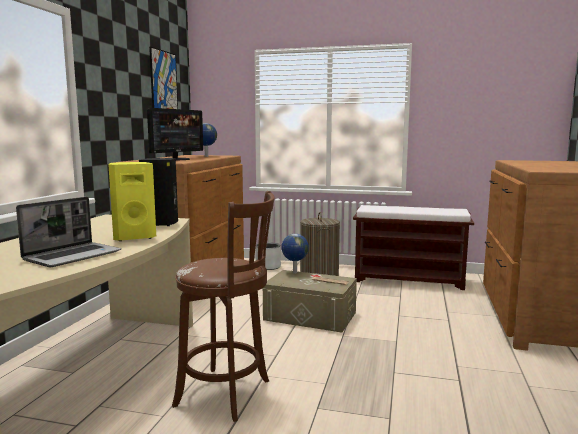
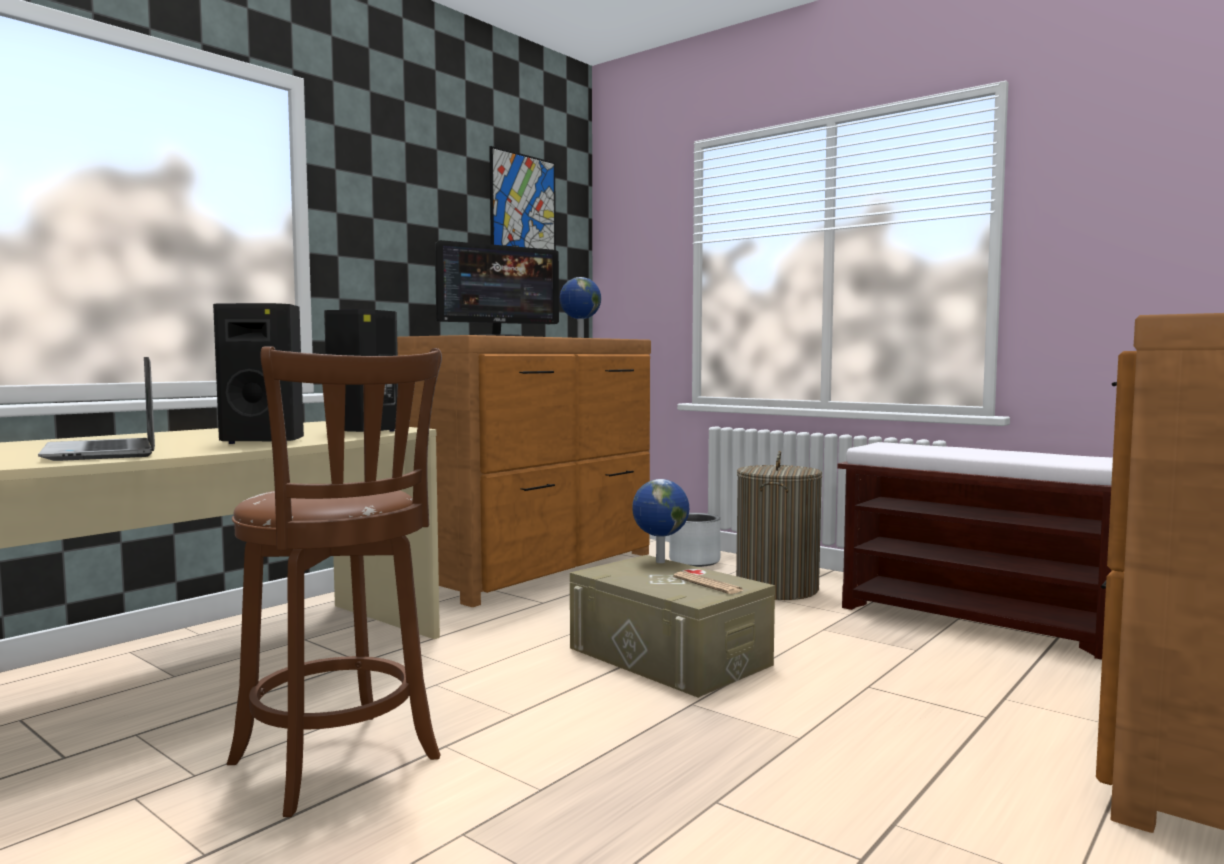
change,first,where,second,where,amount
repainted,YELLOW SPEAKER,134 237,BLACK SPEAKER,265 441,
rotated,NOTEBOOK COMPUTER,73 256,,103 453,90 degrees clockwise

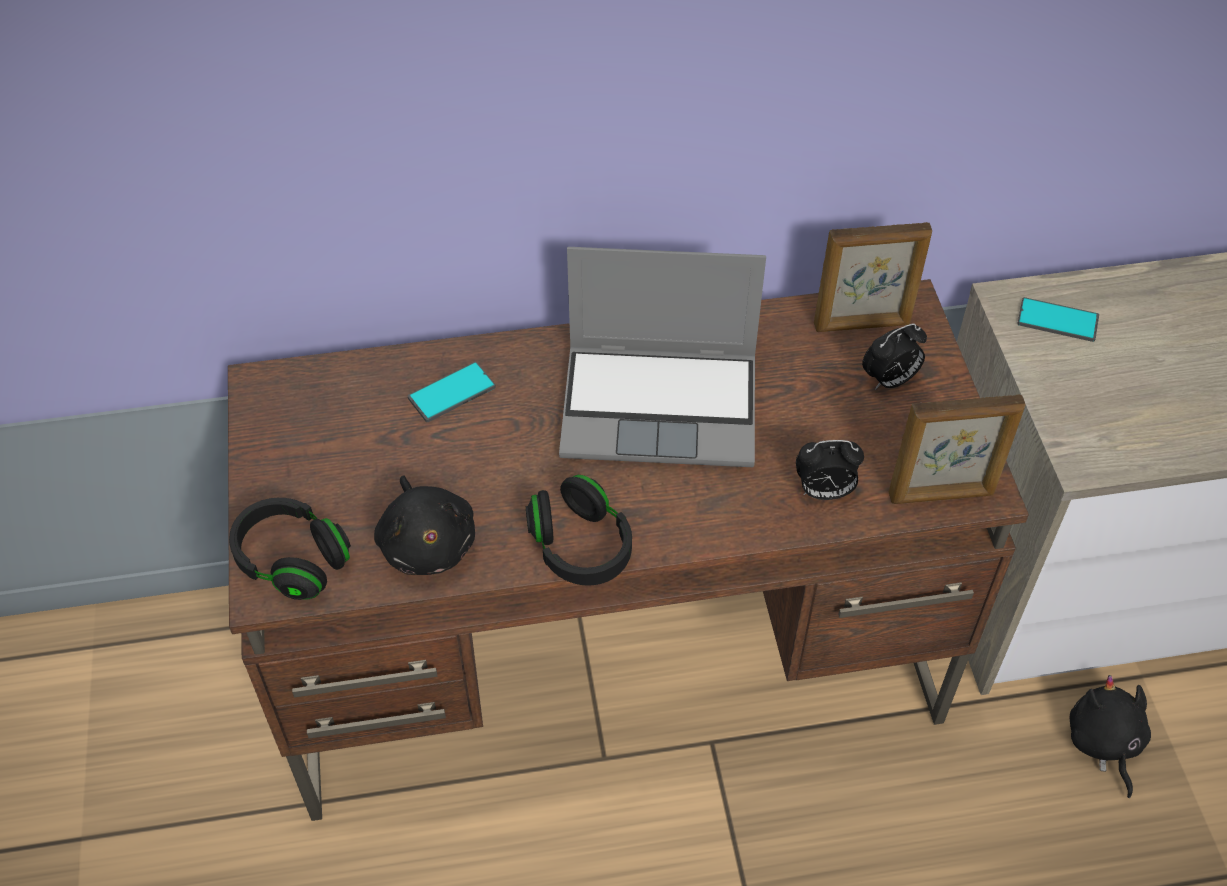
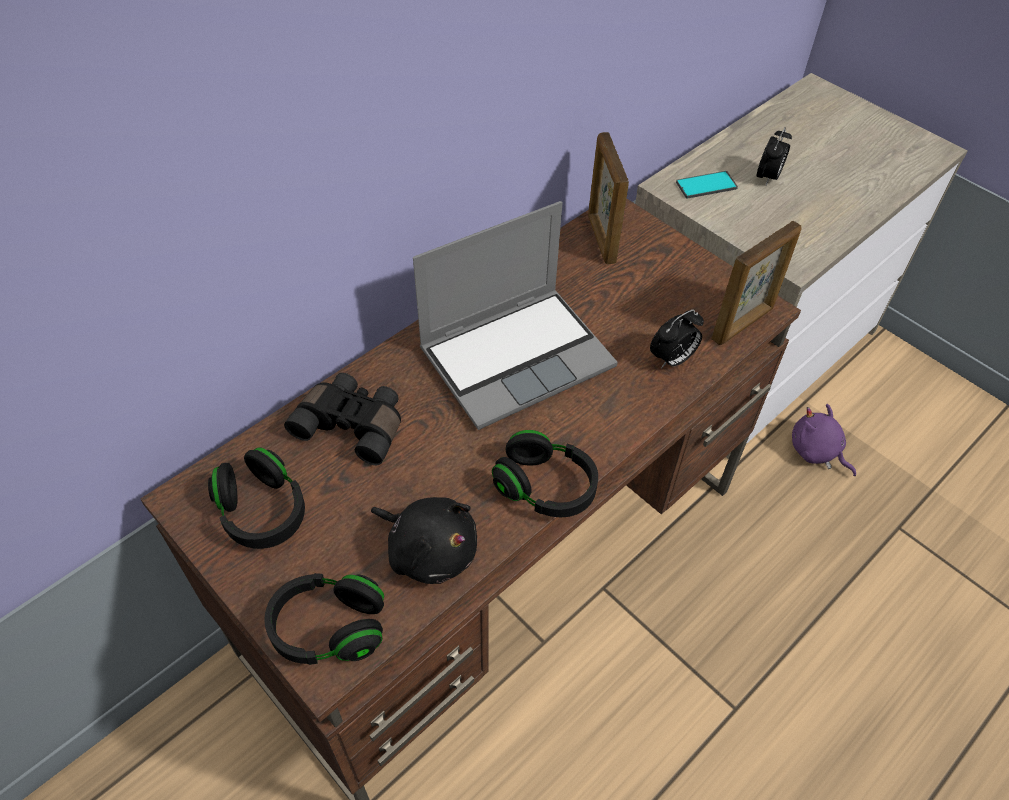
change,first,where,second,where,amount
new,,,BLACK PAIR OF HEADPHONES,262 511,
shifted,BEDSIDE CLOCK,889 380,,768 177,
swapped,TELEPHONE,452 393,BLACK PAIR OF BINOCULARS,353 425,
repainted,BLACK SOFT TOY,1103 742,PURPLE SOFT TOY,816 451,
rotated,PICTURE FRAME,862 325,,601 239,120 degrees clockwise

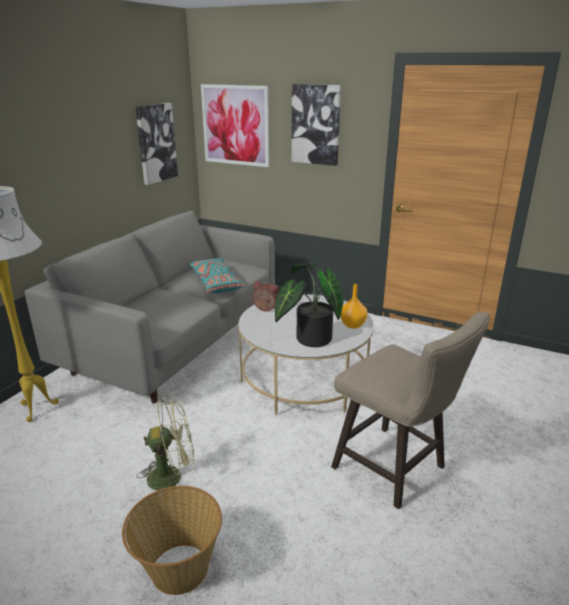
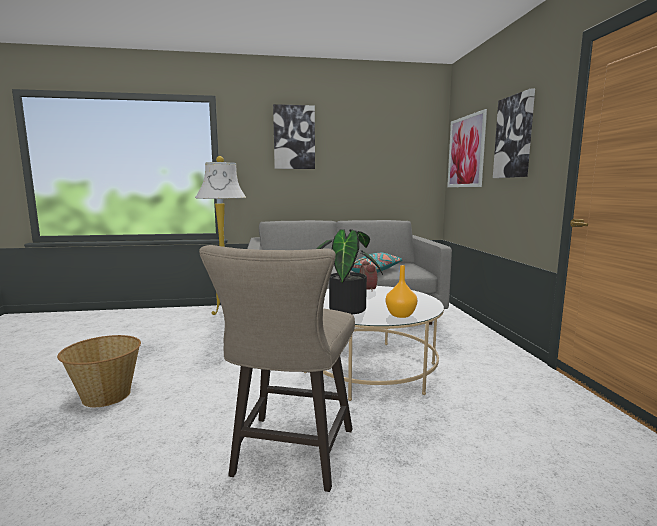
change,first,where,second,where,amount
gone,GREEN-COLOURED FAN,172 476,,,
shifted,WALL ART,156 143,,294 137,

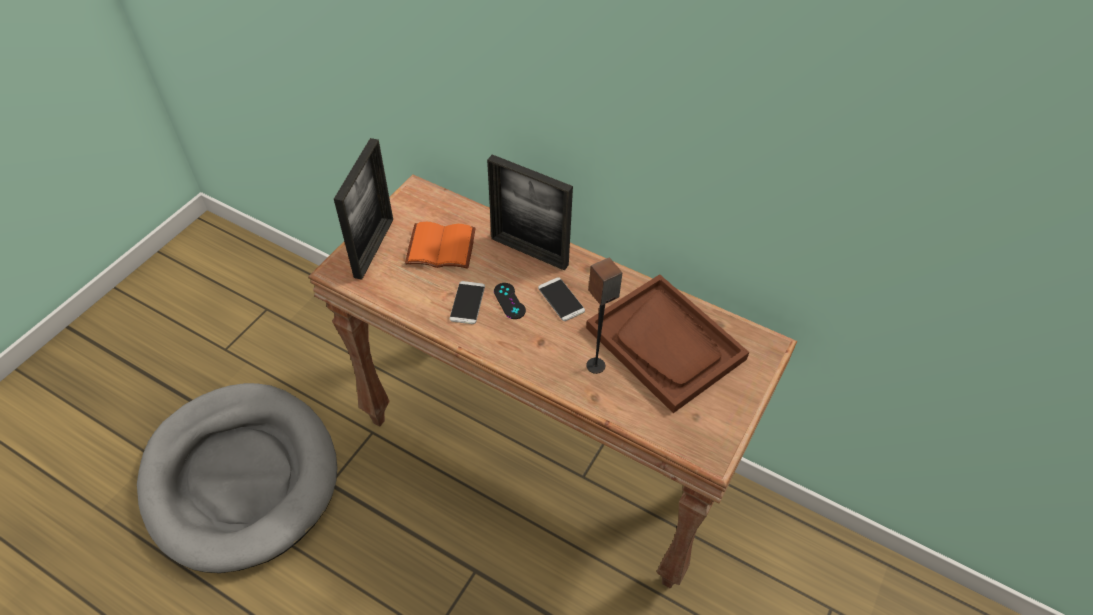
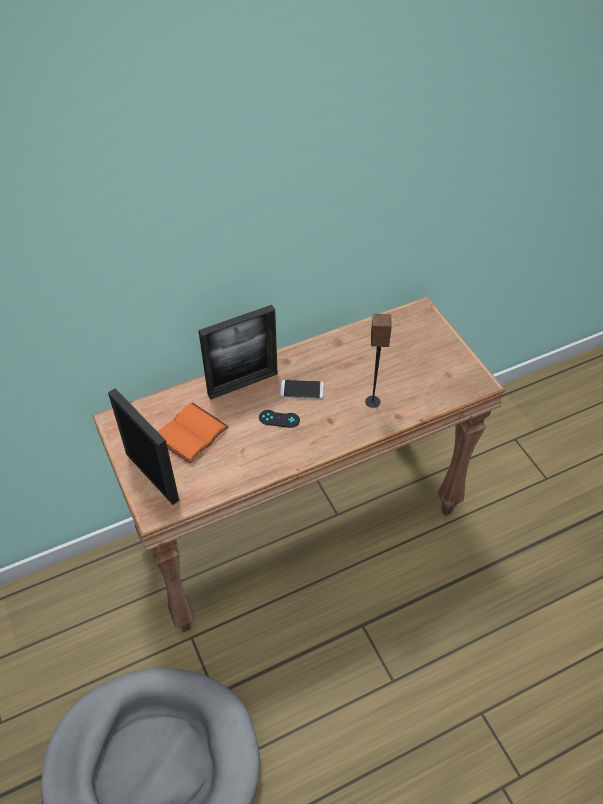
change,first,where,second,where,amount
gone,TELEPHONE,467 303,,,
gone,BROWN CARRYING TRAY,665 343,,,

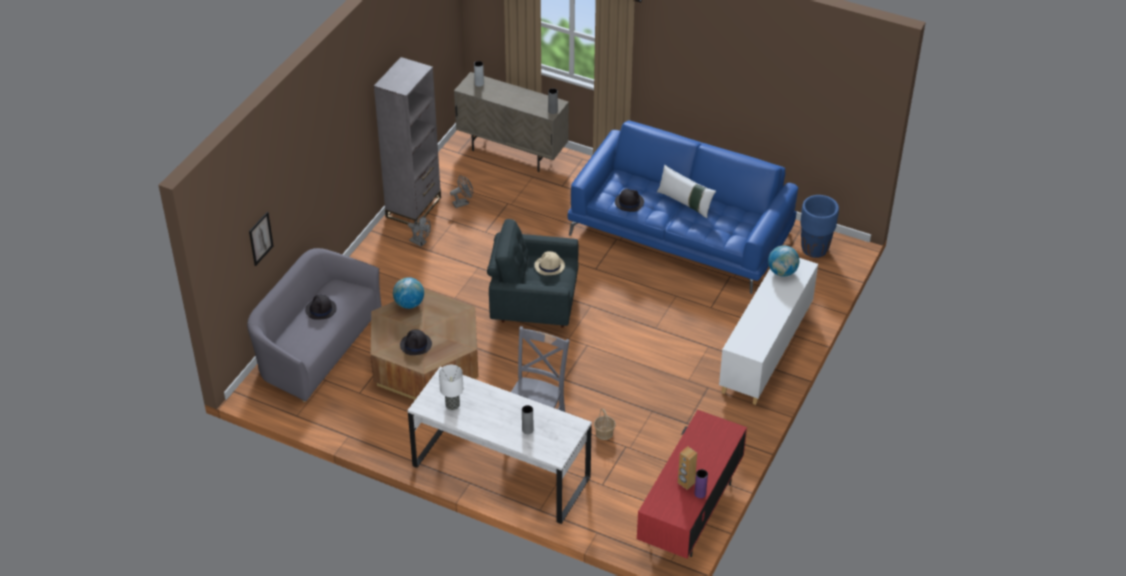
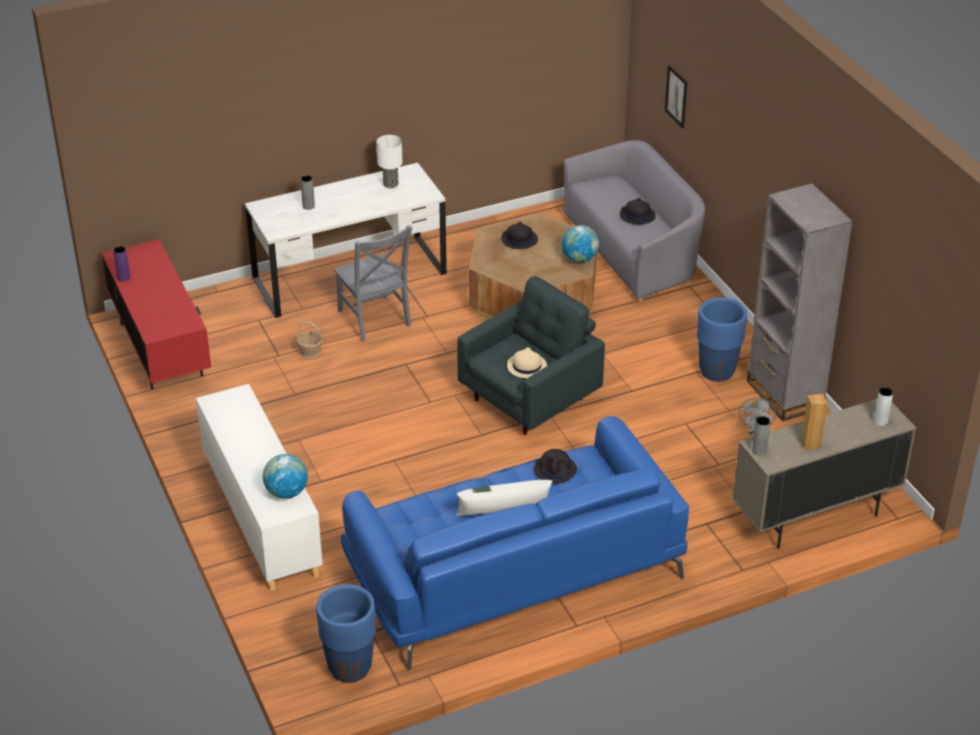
change,first,where,second,where,amount
shifted,BROWN SPEAKER,686 483,,810 444,
swapped,GREY FAN,420 242,BLUE-COLOURED PLANTER,717 371,

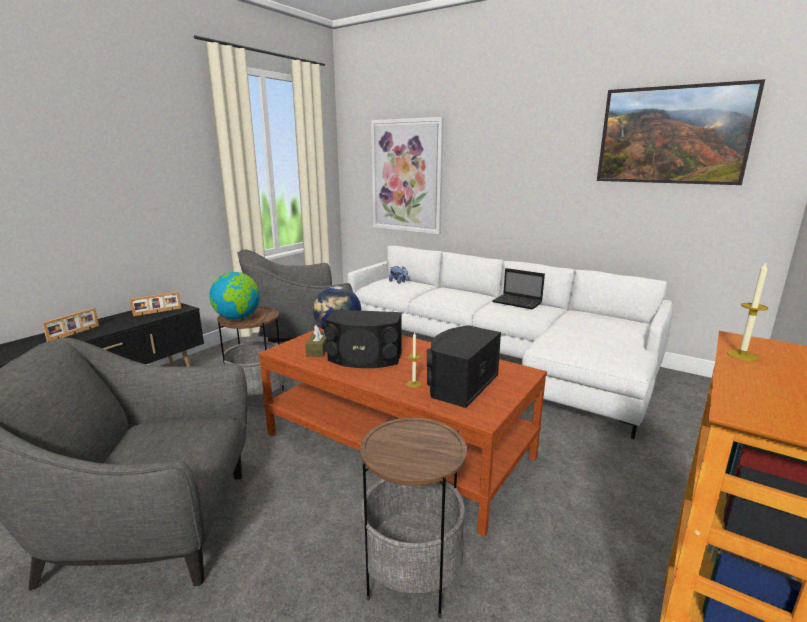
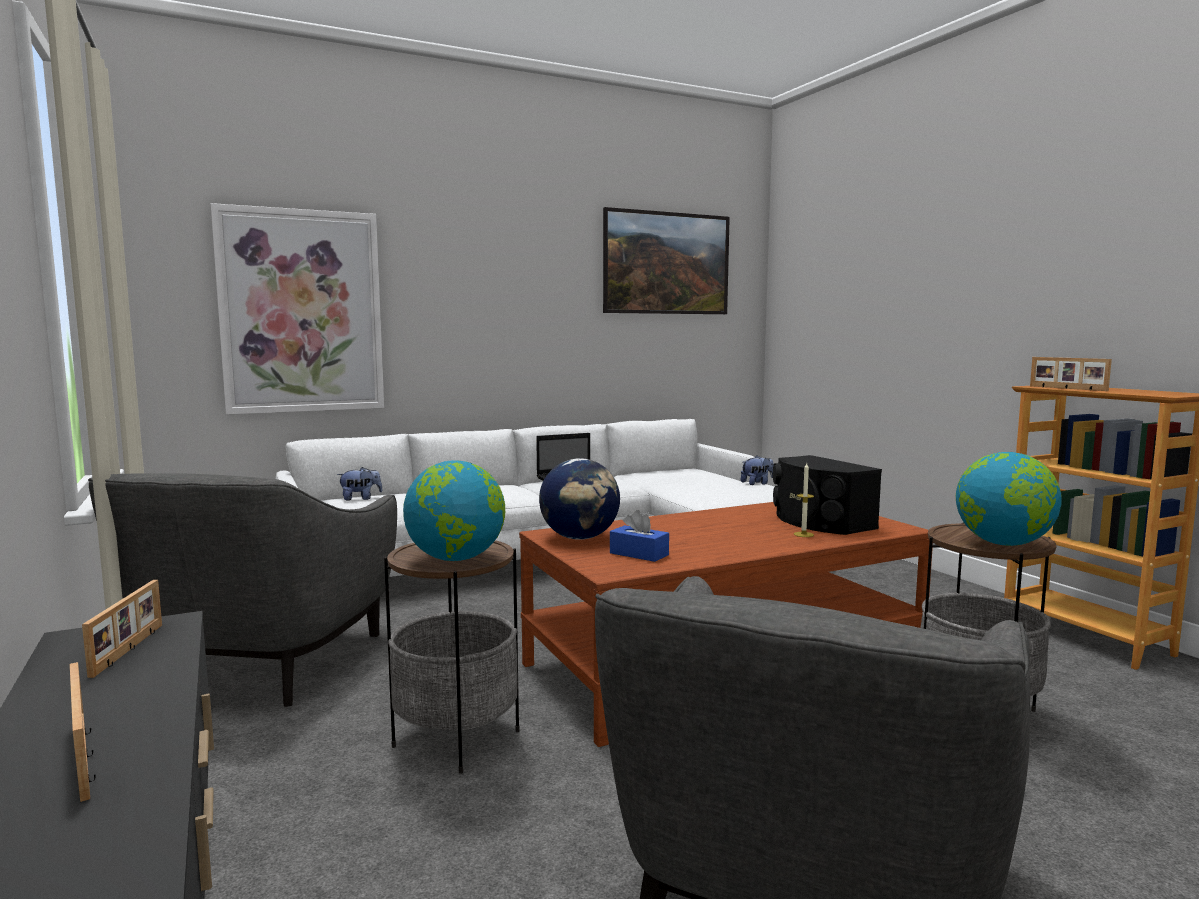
change,first,where,second,where,amount
gone,BLACK SPEAKER,364 358,,,
new,,,SOFT TOY,757 483,
new,,,DESK GLOBE,1003 544,
swapped,WAX CANDLE,742 355,PICTURE FRAME,1066 388,
repainted,BROWN BOX OF TISSUES,318 350,BLUE-COLOURED BOX OF TISSUES,639 554,

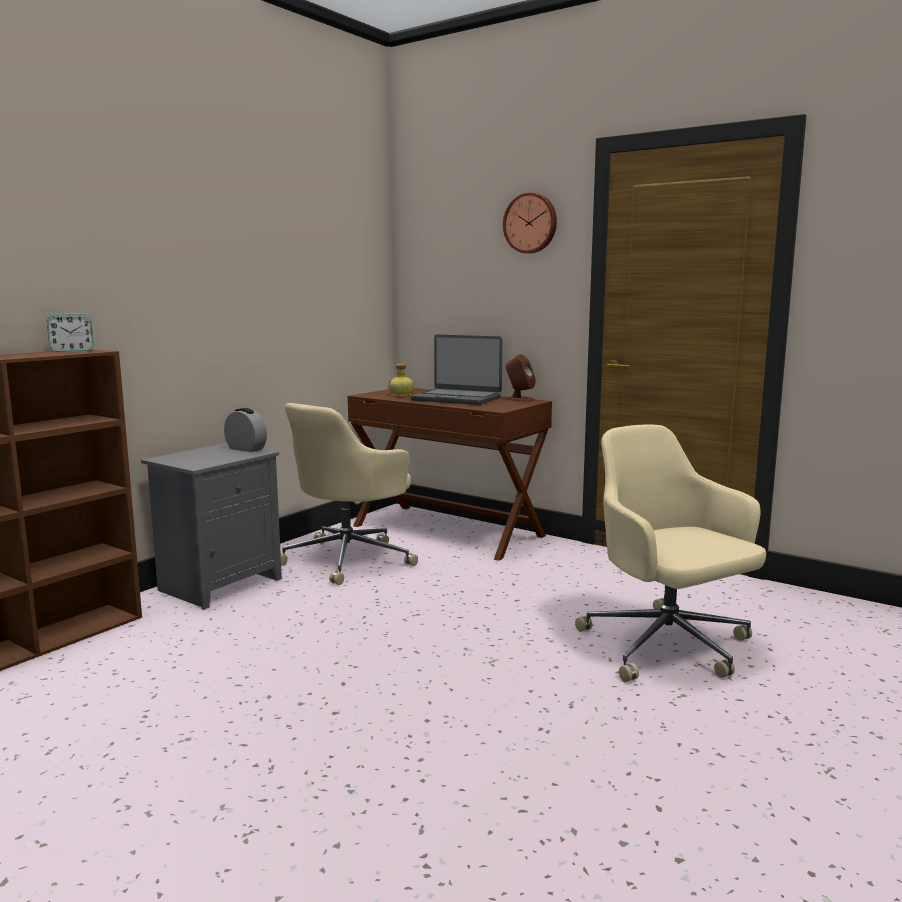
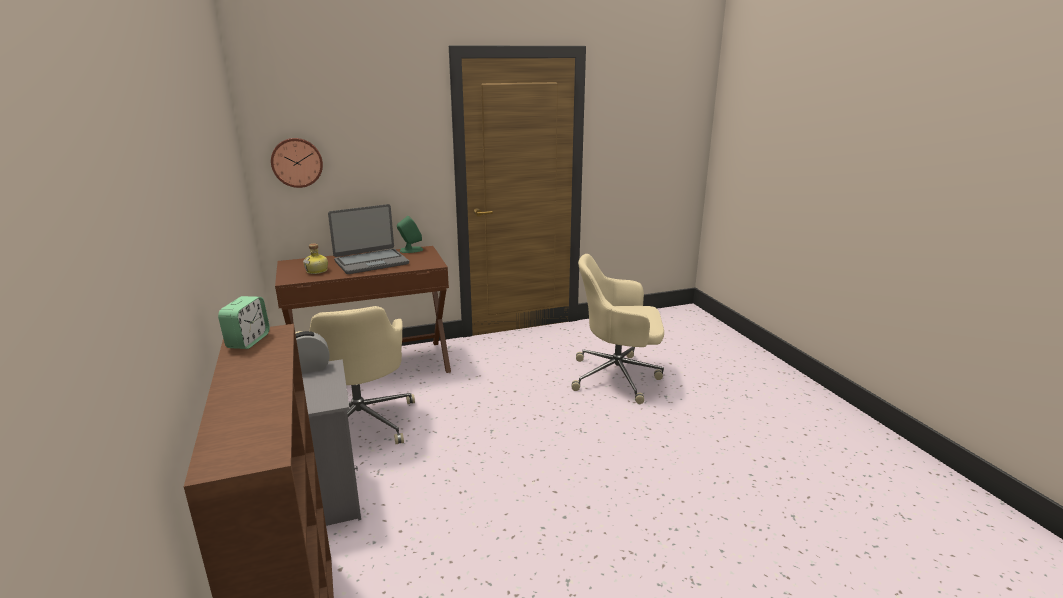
change,first,where,second,where,amount
shifted,WALL CLOCK,531 223,,297 162,
repainted,BROWN SPEAKER,519 399,GREEN-COLOURED SPEAKER,411 250,

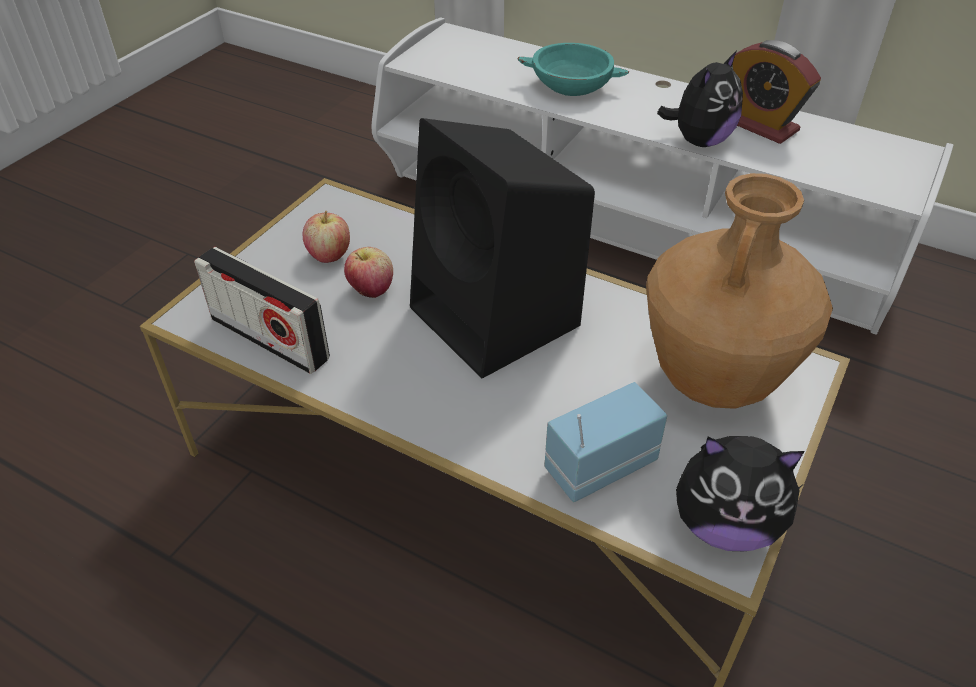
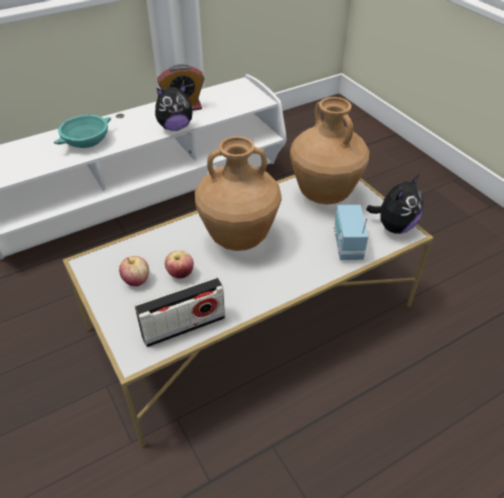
change,first,where,second,where,amount
swapped,BLACK SPEAKER,498 318,BROWN DECORATIVE VASE,239 238,
rotated,SOFT TOY,699 141,,175 127,90 degrees clockwise

